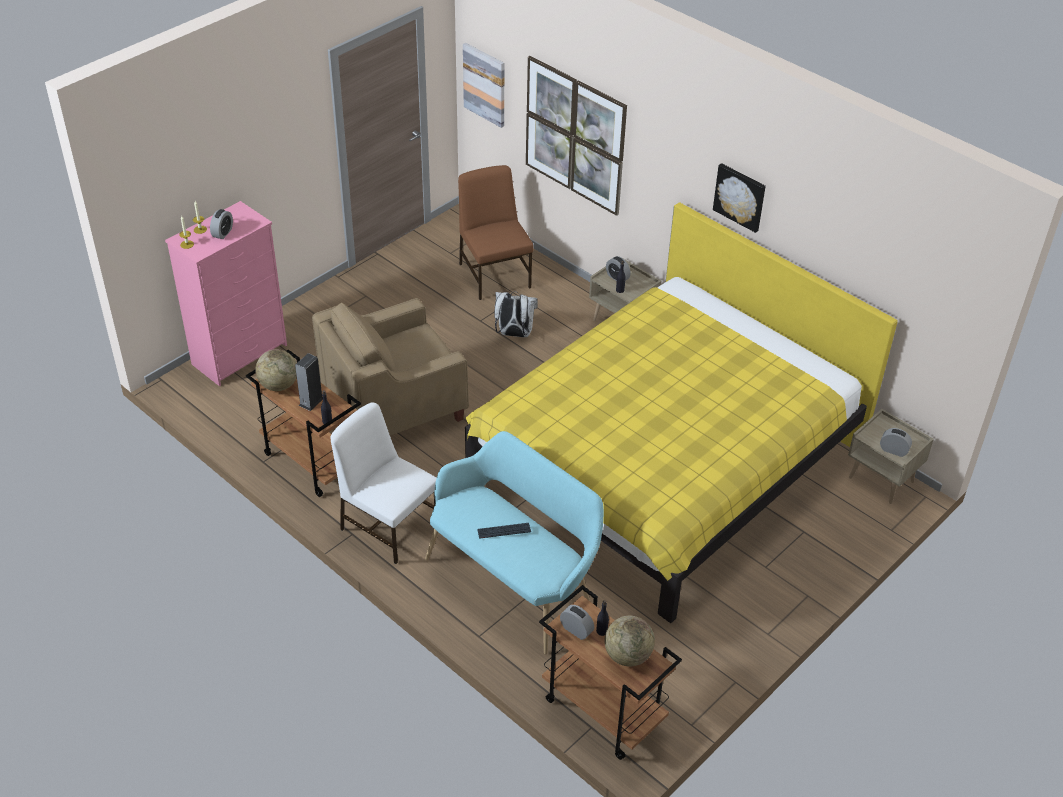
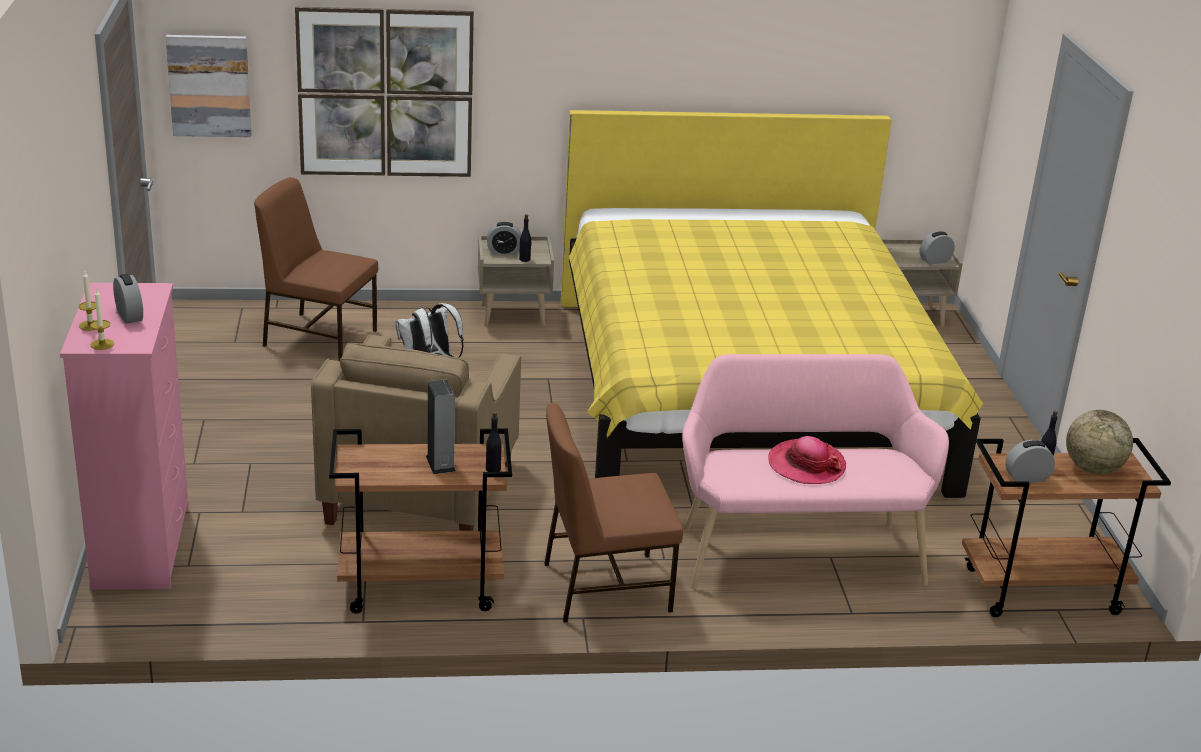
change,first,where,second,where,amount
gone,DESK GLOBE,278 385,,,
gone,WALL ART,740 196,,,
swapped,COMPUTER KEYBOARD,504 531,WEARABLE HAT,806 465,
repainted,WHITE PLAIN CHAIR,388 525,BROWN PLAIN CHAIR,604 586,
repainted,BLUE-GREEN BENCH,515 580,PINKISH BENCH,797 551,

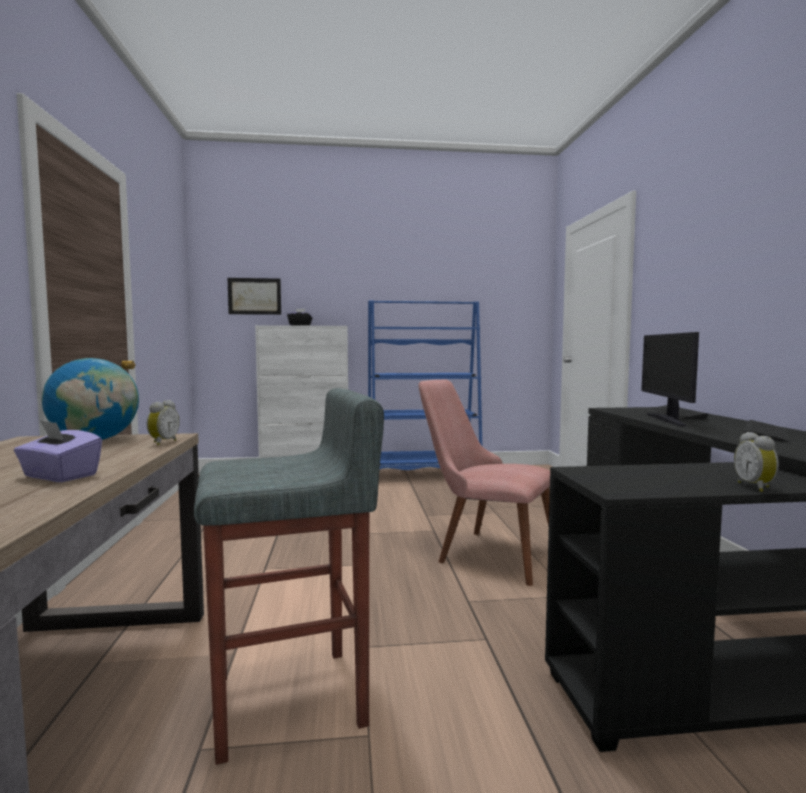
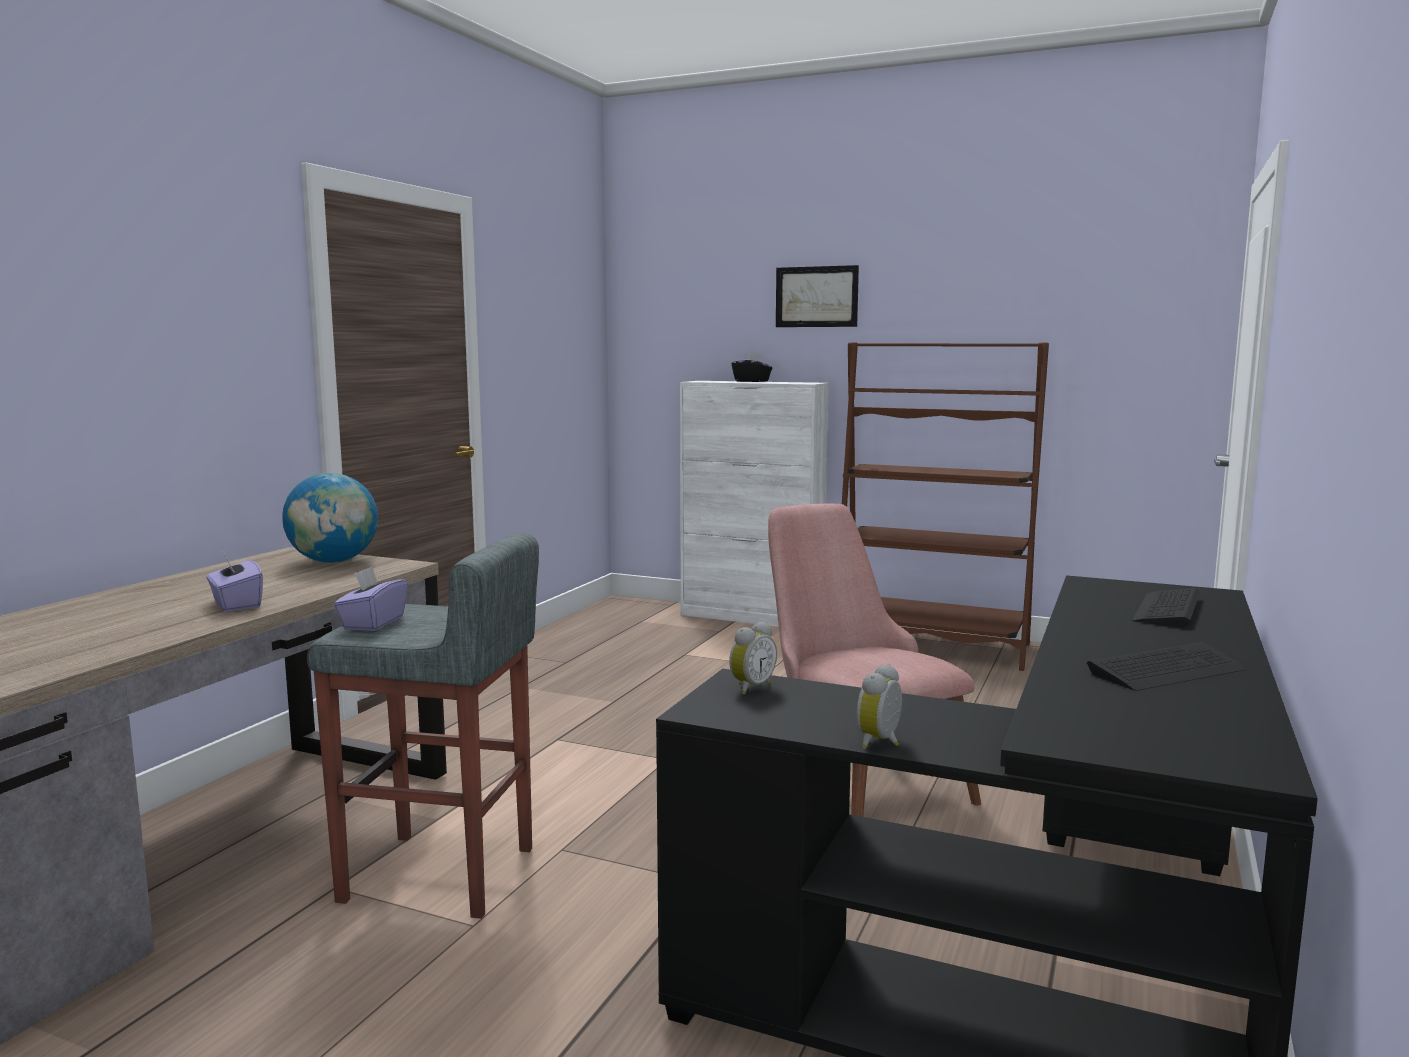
change,first,where,second,where,amount
gone,COMPUTER DISPLAY,667 420,,,
new,,,PURPLE BOX OF TISSUES,373 623,
shifted,BEDSIDE CLOCK,162 442,,750 687,
shifted,WALL ART,254 296,,816 296,
repainted,BLUE-COLOURED BOOKSHELF,423 475,BROWN BOOKSHELF,932 646,

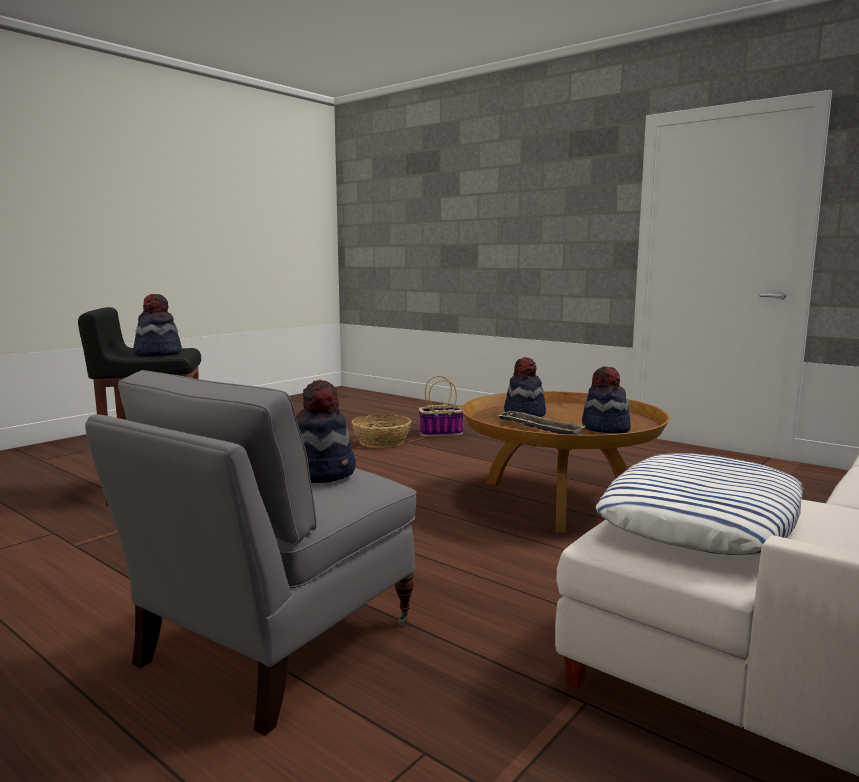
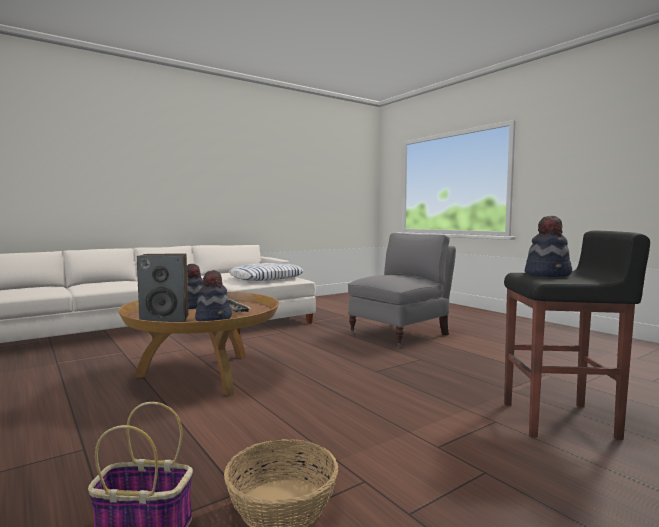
change,first,where,second,where,amount
gone,WEARABLE HAT,322 473,,,
new,,,SPEAKER,165 320,

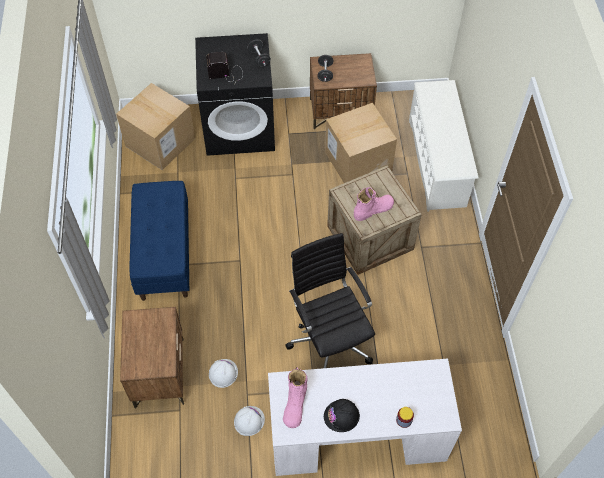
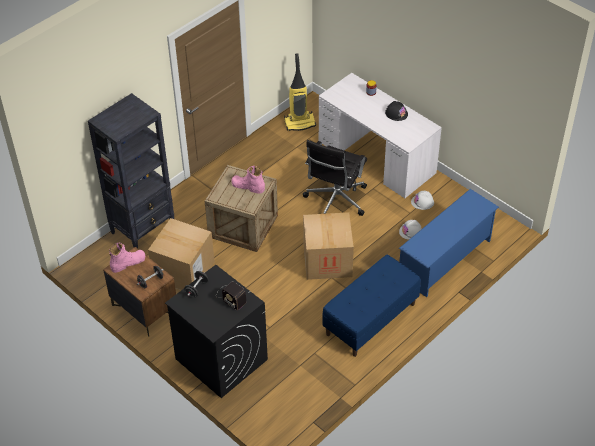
change,first,where,second,where,amount
new,,,VACUUM,300 123,
shifted,PACKING BOX,160 142,,327 260,
shifted,PINKISH BOOT,295 404,,128 263,
swapped,BROWN NIGHTSTAND,159 372,BLUE-COLOURED SHOE SHELF,445 259,
swapped,WHITE SHOE SHELF,437 163,BLACK BOOKSHELF,143 229,

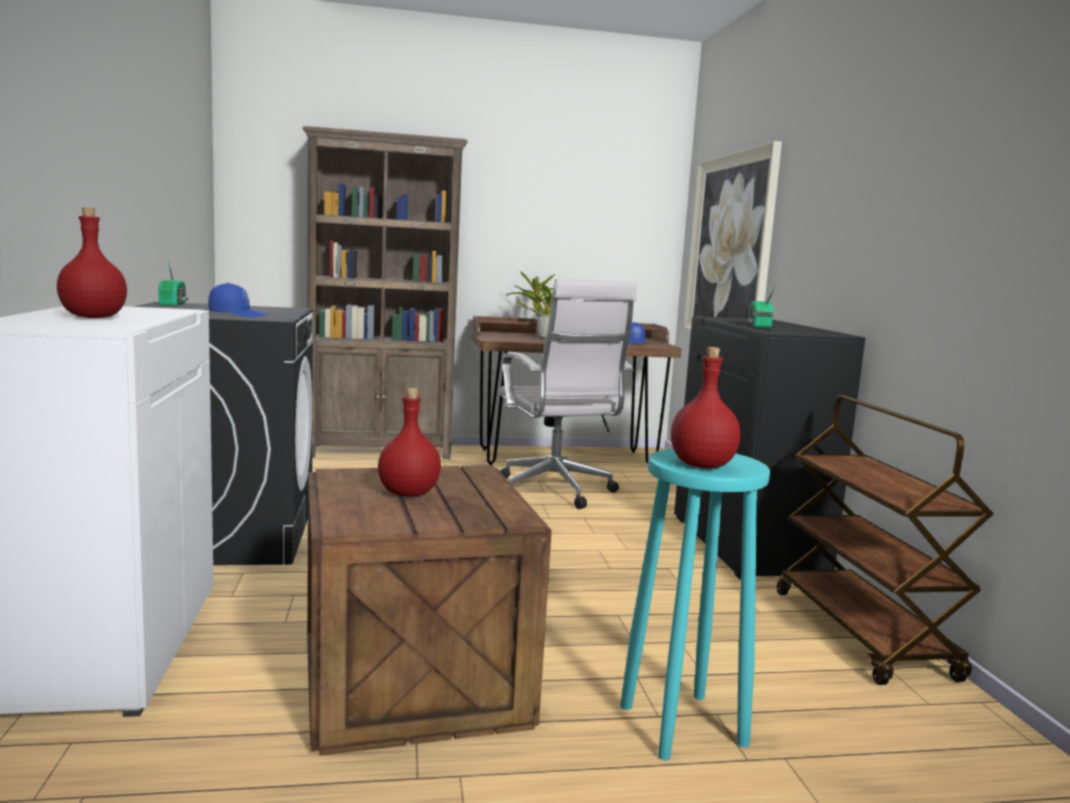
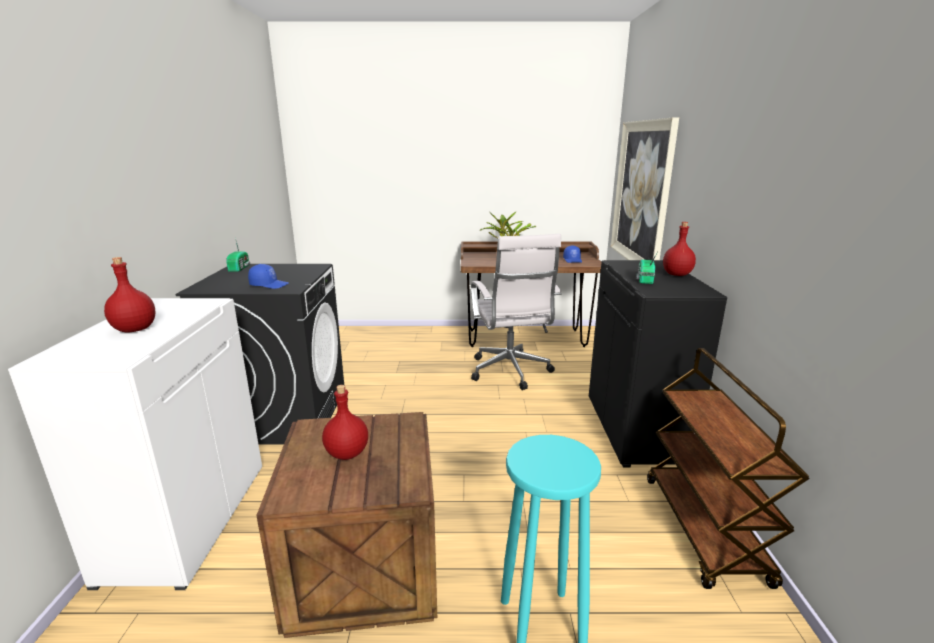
change,first,where,second,where,amount
gone,BROWN BOOKSHELF,381 451,,,
shifted,REDDISH BOTTLE,702 465,,677 274,

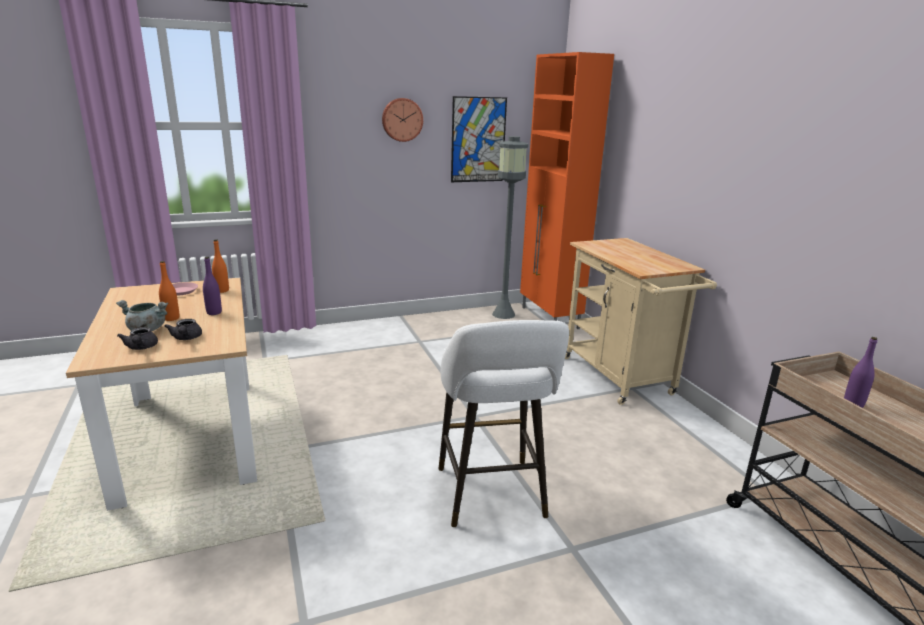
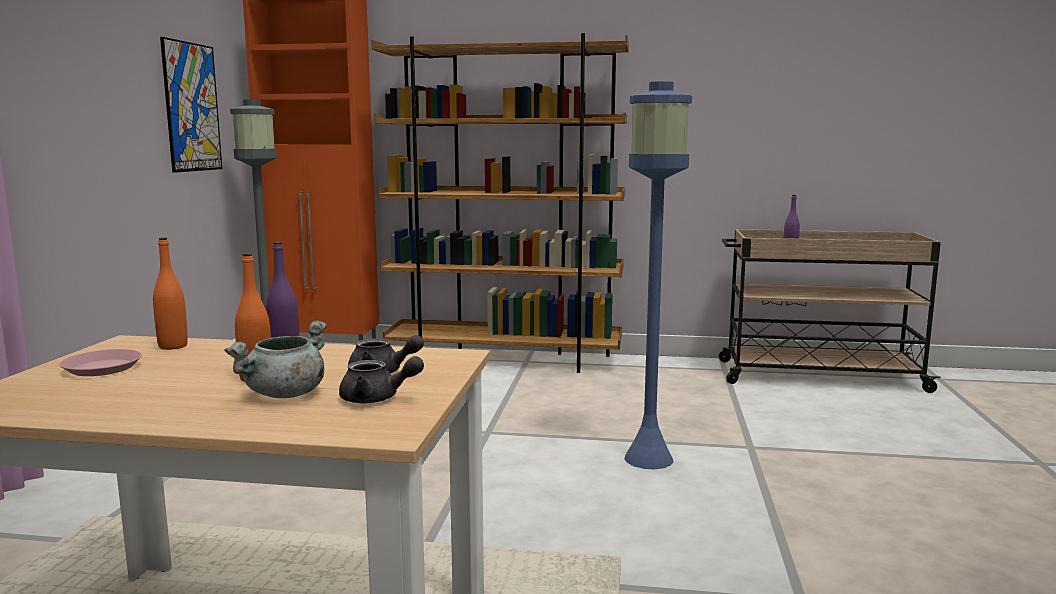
change,first,where,second,where,amount
gone,WALL CLOCK,402 119,,,
swapped,WHITE STOOL,492 496,BLUE-COLOURED FLOOR LAMP,649 459,
swapped,BEIGE WHEELED CART,621 379,BROWN BOOKSHELF,505 360,

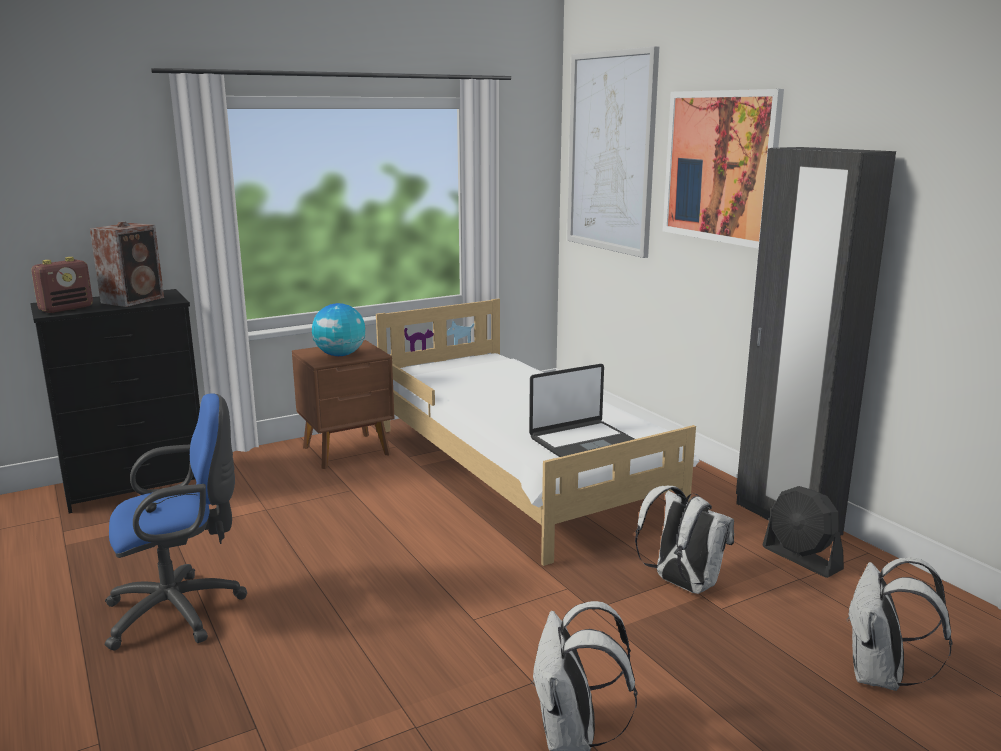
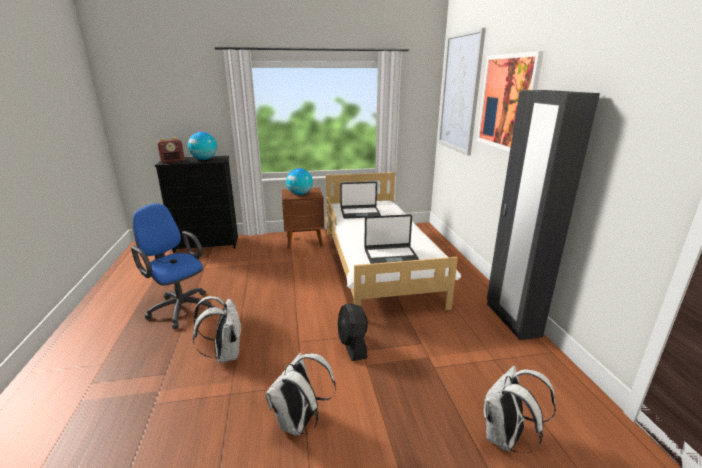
change,first,where,second,where,amount
new,,,NOTEBOOK COMPUTER,360 213,
shifted,WHITE BACKPACK,681 584,,225 354,
shifted,BLACK FAN,801 558,,352 345,
swapped,SPEAKER,134 300,DESK GLOBE,204 159,
rotated,BLUE-COLOURED COMPUTER CHAIR,182 610,,180 307,135 degrees counterclockwise

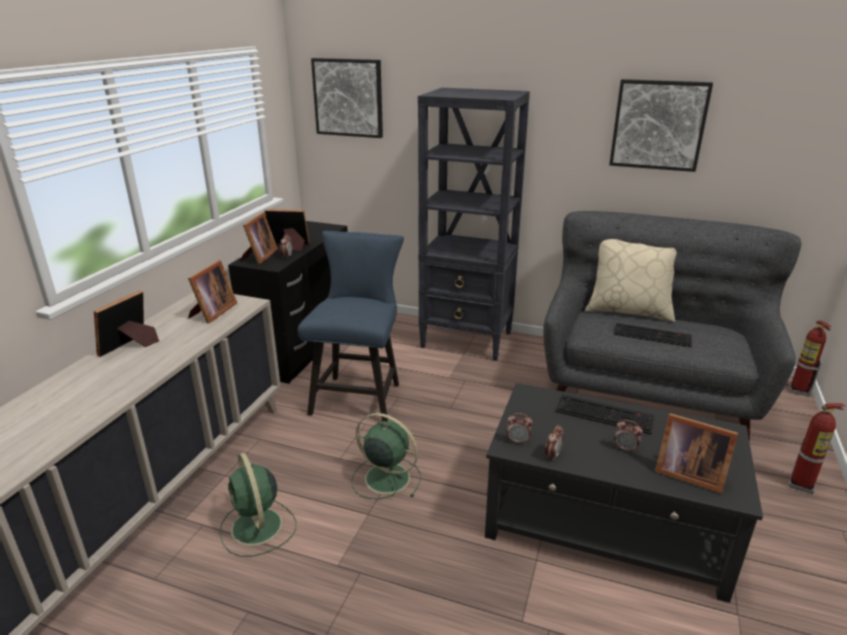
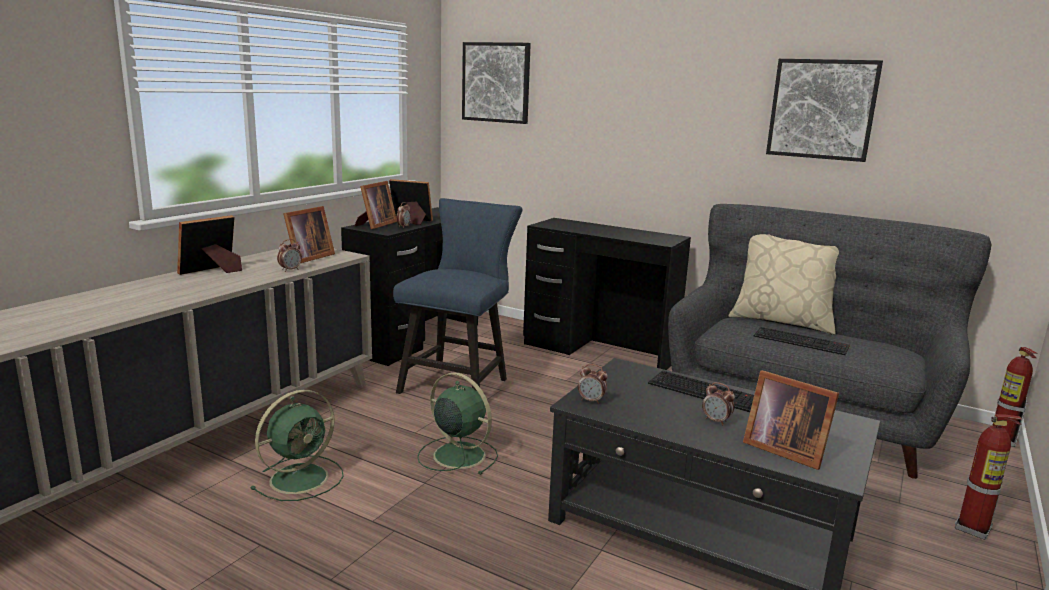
change,first,where,second,where,amount
shifted,BEDSIDE CLOCK,552 455,,290 270,
swapped,BLACK BOOKSHELF,467 340,BLACK DESK TABLE,599 351,
rotated,GREEN-COLOURED FAN,257 528,,301 477,120 degrees counterclockwise

